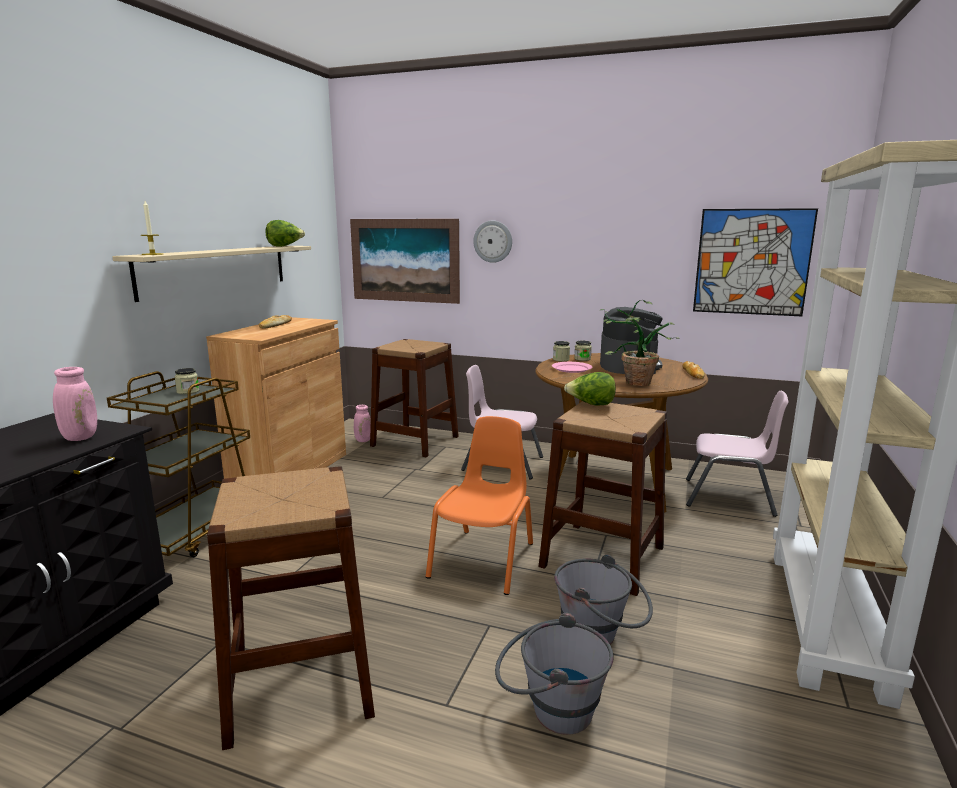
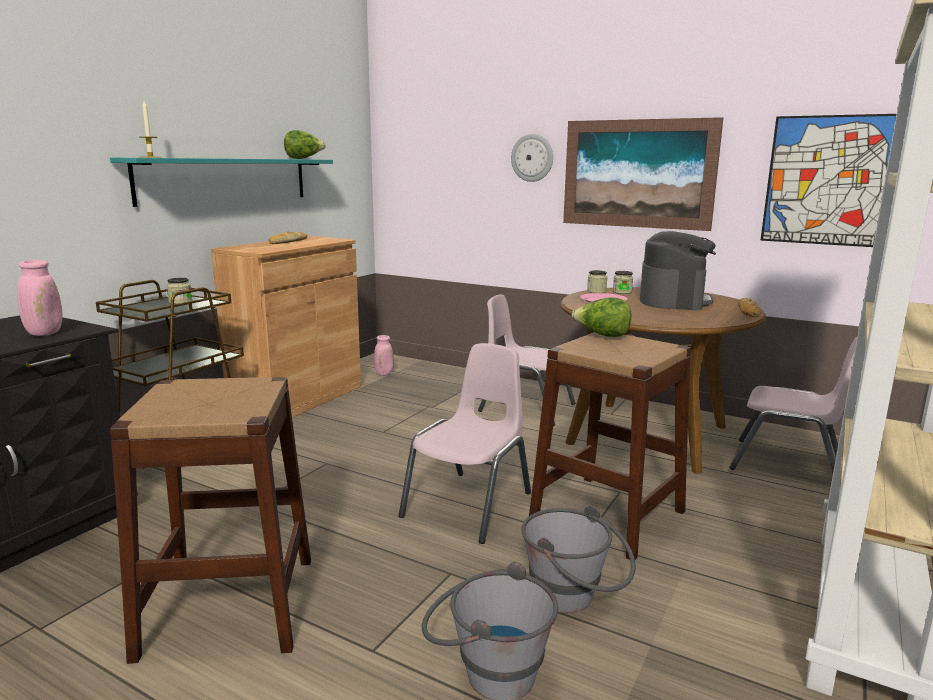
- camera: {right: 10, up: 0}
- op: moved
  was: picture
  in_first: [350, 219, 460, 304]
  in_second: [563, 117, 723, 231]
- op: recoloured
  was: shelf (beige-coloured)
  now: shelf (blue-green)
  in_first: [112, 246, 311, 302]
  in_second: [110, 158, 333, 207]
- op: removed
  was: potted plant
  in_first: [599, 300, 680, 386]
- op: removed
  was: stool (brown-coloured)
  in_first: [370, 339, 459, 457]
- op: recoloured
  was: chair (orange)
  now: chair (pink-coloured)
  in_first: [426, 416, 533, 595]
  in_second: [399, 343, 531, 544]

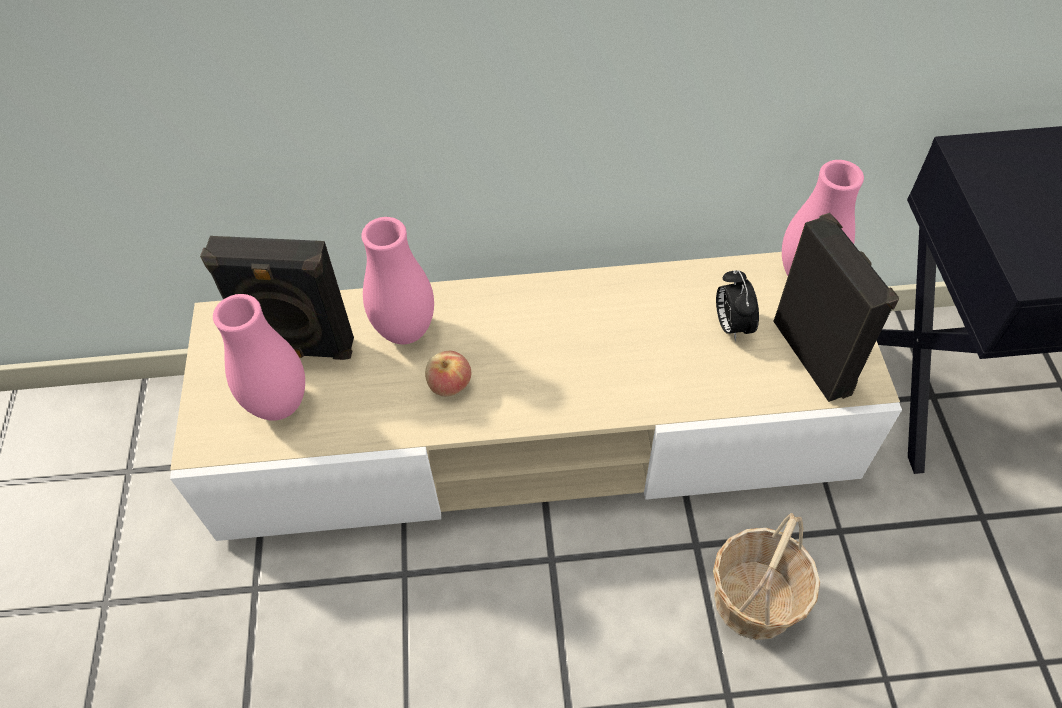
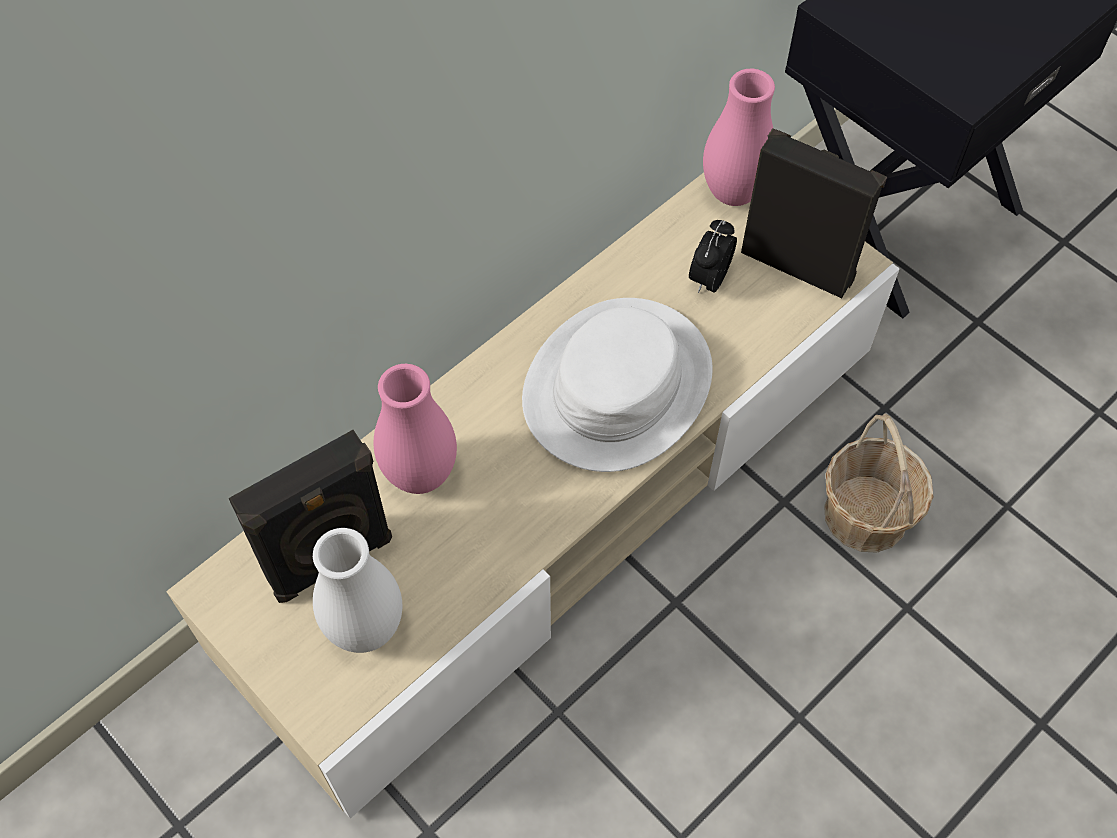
- camera: {right: -40, up: 5}
- op: turned
  was: table clock
  in_first: [716, 270, 759, 341]
  in_second: [689, 220, 737, 293]
  clockwise: 75
- op: recoloured
  was: vase (pink-coloured)
  now: vase (whitish)
  in_first: [213, 294, 305, 421]
  in_second: [313, 528, 402, 653]
- op: removed
  was: apple
  in_first: [425, 351, 471, 396]
- op: added
  now: clothing hat (whitish)
  in_second: [522, 298, 713, 472]

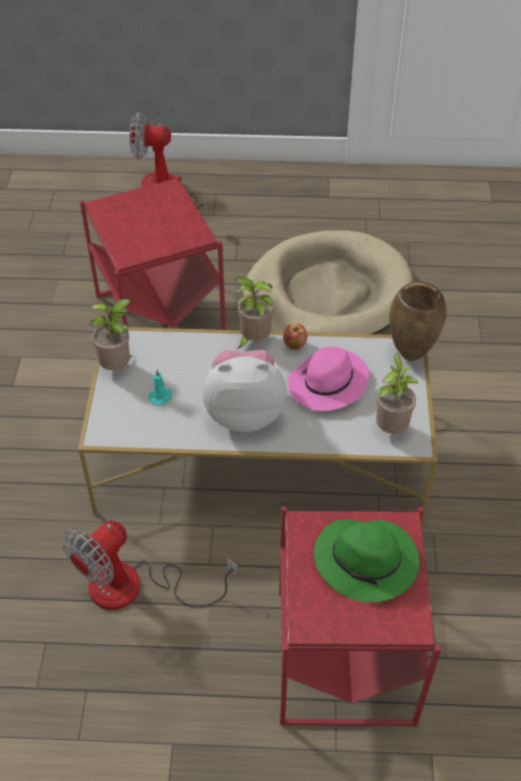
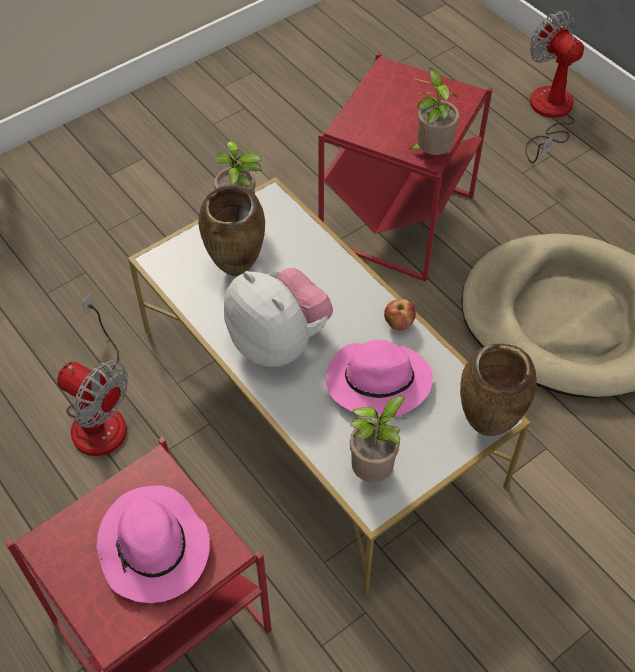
- camera: {right: 50, up: 5}
- op: moved
  was: potted plant
  in_first: [232, 277, 274, 349]
  in_second: [409, 68, 460, 155]
- op: replaced
  was: wax candle (blue-green)
  now: vase (brown-coloured)
  in_first: [148, 369, 172, 406]
  in_second: [198, 185, 265, 276]
- op: recoloured
  was: clothing hat (greenish)
  now: clothing hat (pink-coloured)
  in_first: [314, 519, 419, 603]
  in_second: [97, 485, 210, 603]
- op: turned
  was: fan
  in_first: [62, 520, 238, 610]
  in_second: [57, 293, 128, 456]
  clockwise: -150

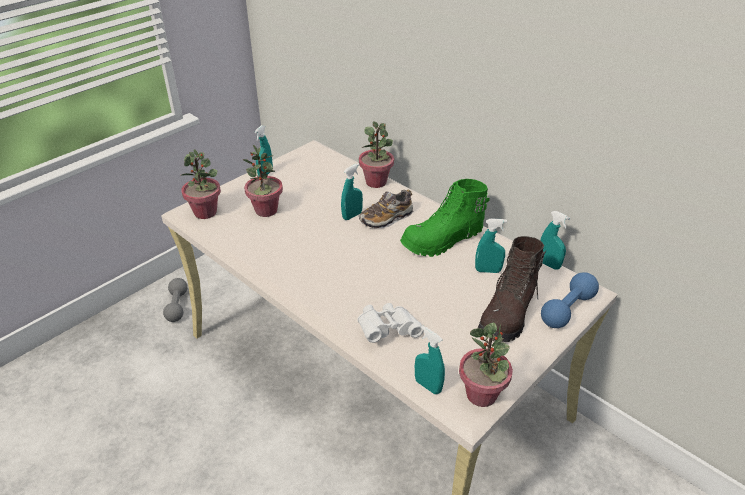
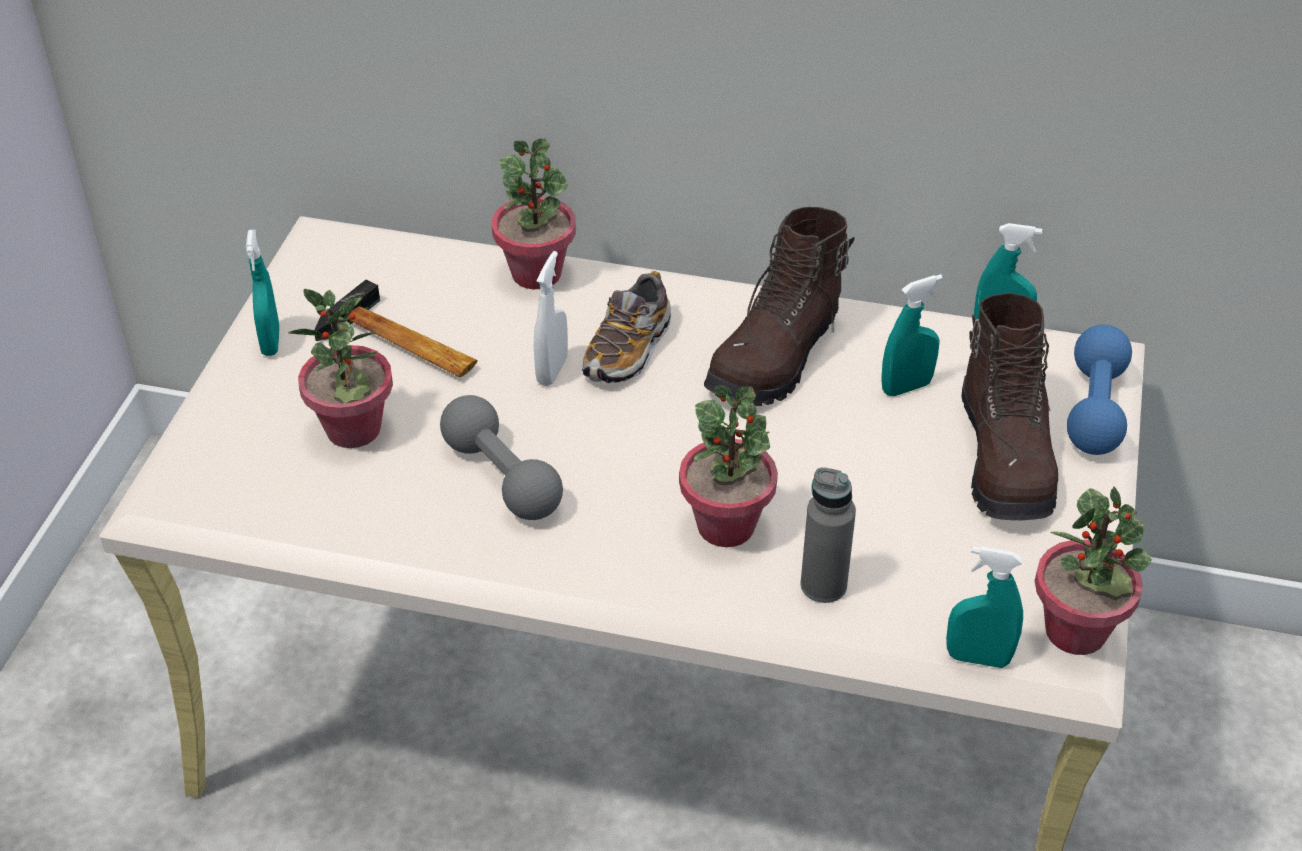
- camera: {right: -30, up: 5}
- op: moved
  was: potted plant
  in_first: [181, 149, 221, 219]
  in_second: [679, 385, 778, 547]
- op: recoloured
  was: hand sprayer (blue-green)
  now: hand sprayer (whitish)
  in_first: [341, 163, 363, 220]
  in_second: [534, 251, 568, 386]
- op: recoloured
  was: tall boot (greenish)
  now: tall boot (brown-coloured)
  in_first: [400, 179, 490, 257]
  in_second: [704, 207, 855, 406]
- op: moved
  was: hand weight (gray)
  in_first: [163, 278, 187, 322]
  in_second: [440, 395, 563, 520]
- op: replaced
  was: binoculars (whitish)
  now: bottle (gray)
  in_first: [357, 303, 424, 343]
  in_second: [800, 467, 856, 603]
- op: added
  now: tool hammer
  in_second: [314, 280, 478, 377]

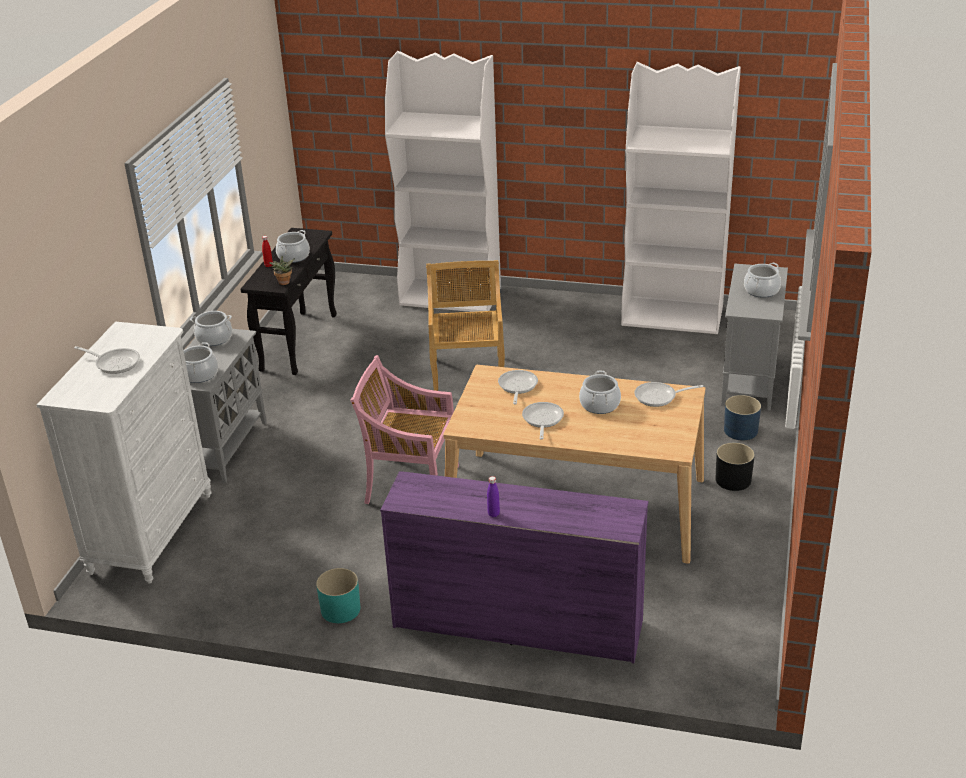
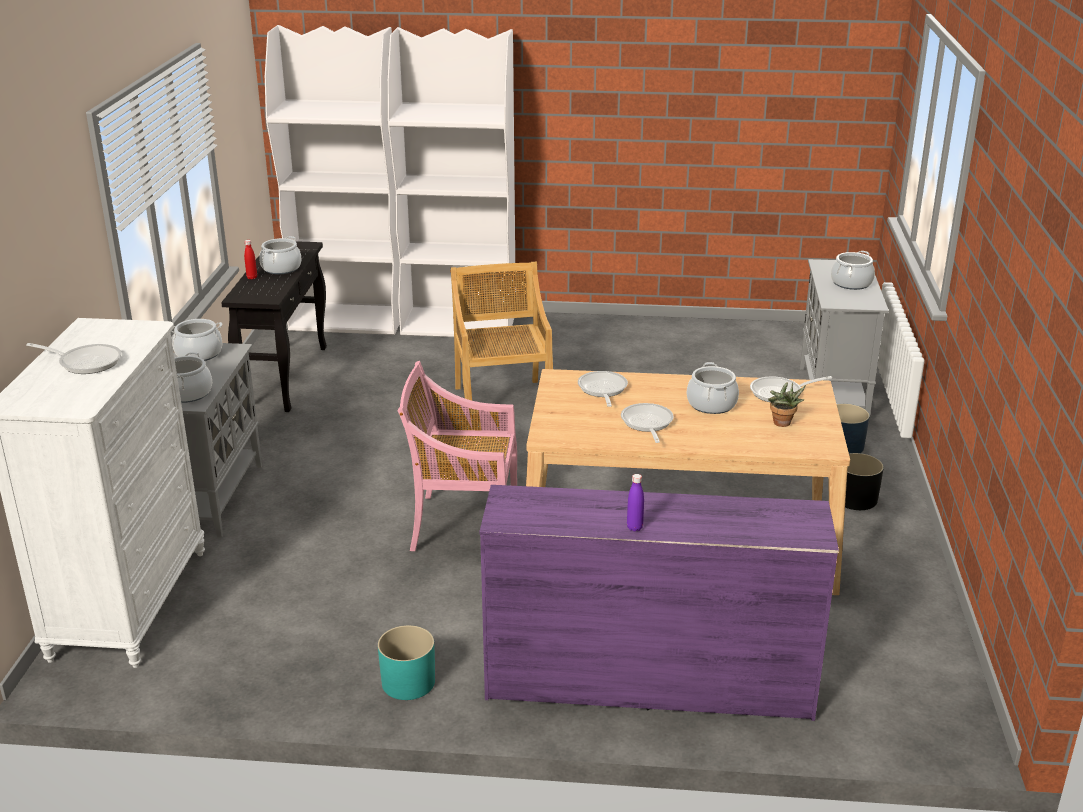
- camera: {right: -10, up: -5}
- op: moved
  was: shelving unit (whitish)
  in_first: [621, 62, 741, 334]
  in_second: [265, 25, 400, 335]
- op: moved
  was: potted plant
  in_first: [269, 256, 295, 285]
  in_second: [768, 382, 806, 427]

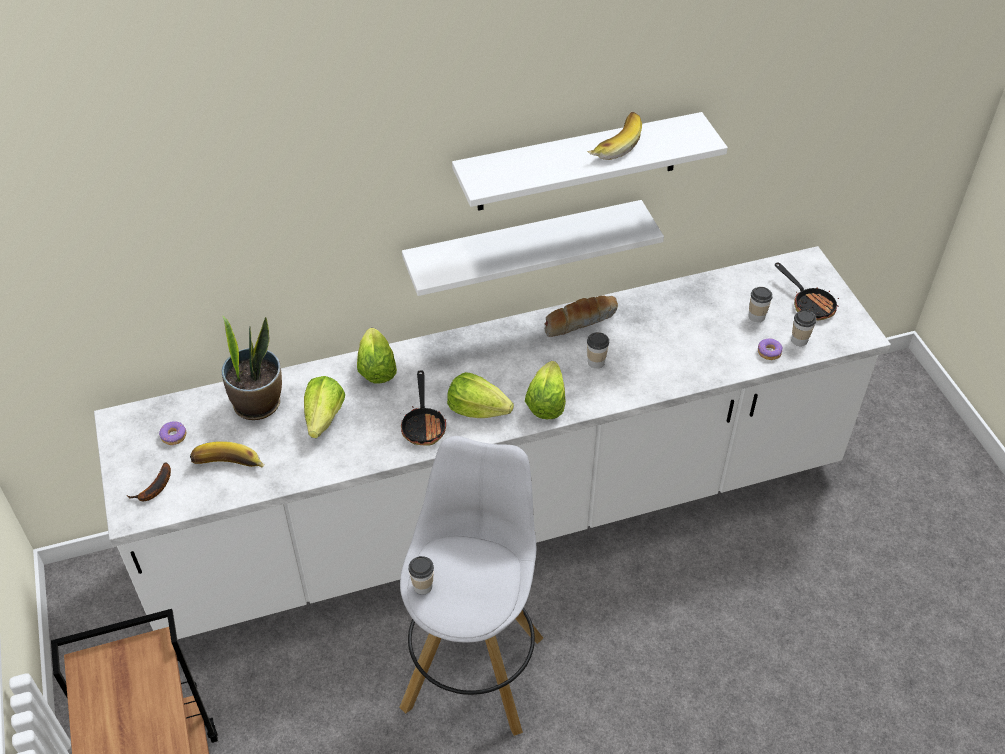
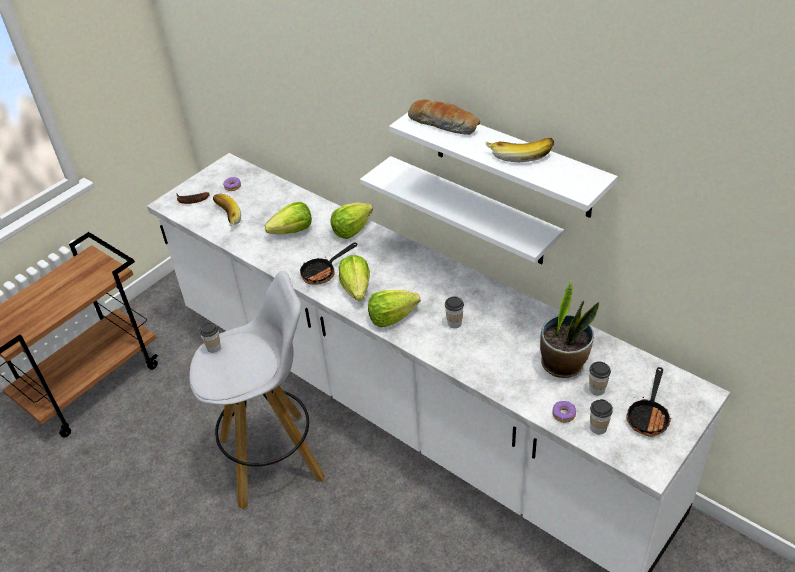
- camera: {right: 60, up: -5}
- op: moved
  was: bakery bread
  in_first: [545, 296, 618, 337]
  in_second: [408, 100, 480, 135]
- op: moved
  was: potted plant
  in_first: [222, 315, 282, 420]
  in_second: [540, 279, 599, 378]

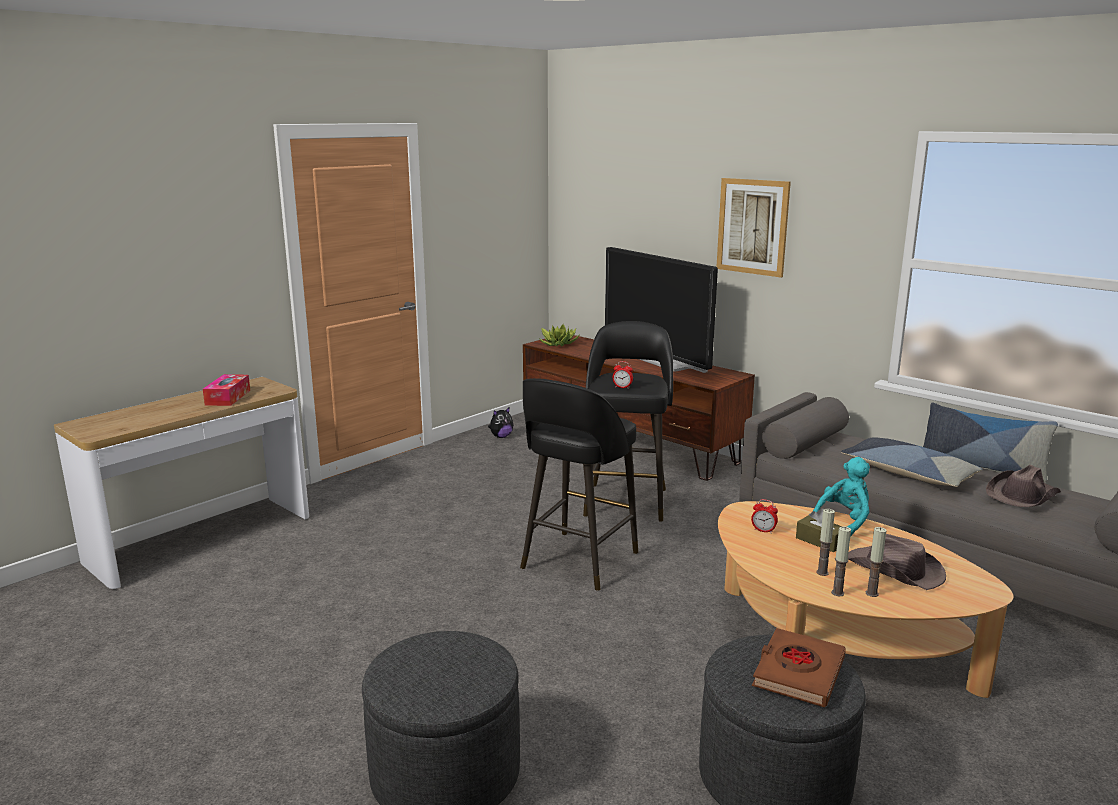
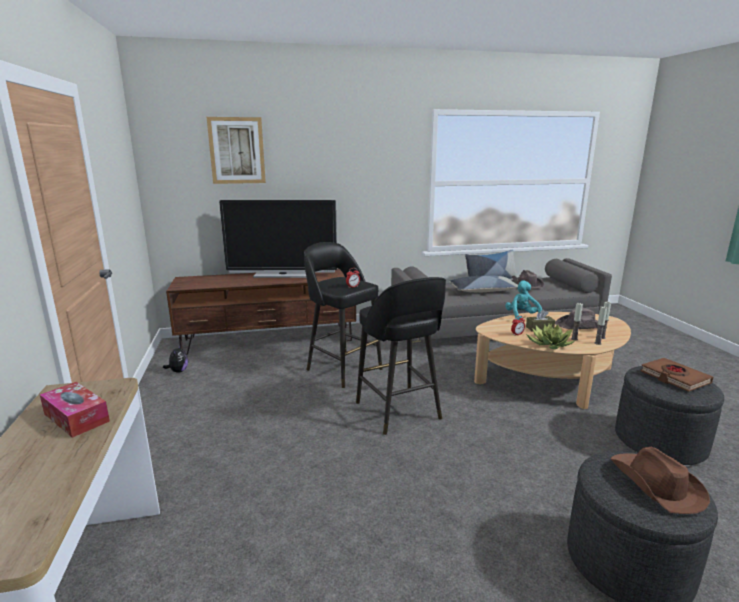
- camera: {right: -55, up: 0}
- op: moved
  was: picture
  in_first: [717, 178, 791, 277]
  in_second: [207, 117, 266, 184]
- op: moved
  was: potted plant
  in_first: [539, 324, 579, 346]
  in_second: [526, 324, 575, 349]
- op: added
  now: clothing hat (brown-coloured)
  in_second: [611, 447, 710, 514]

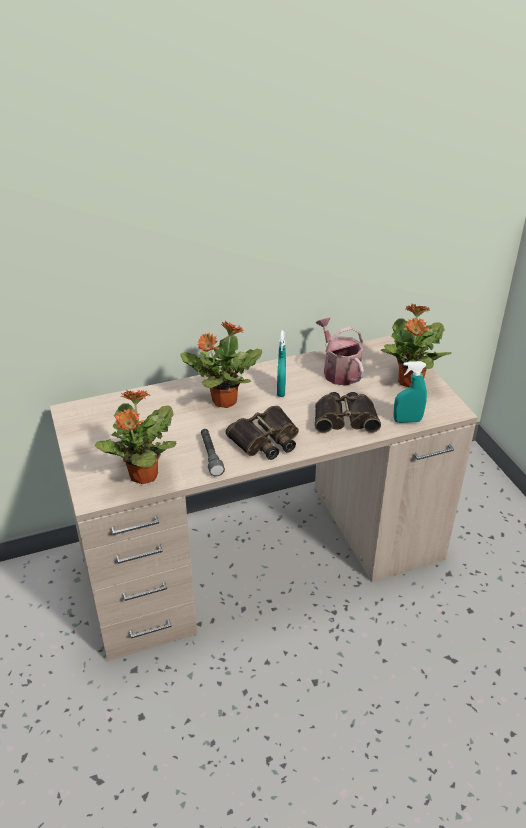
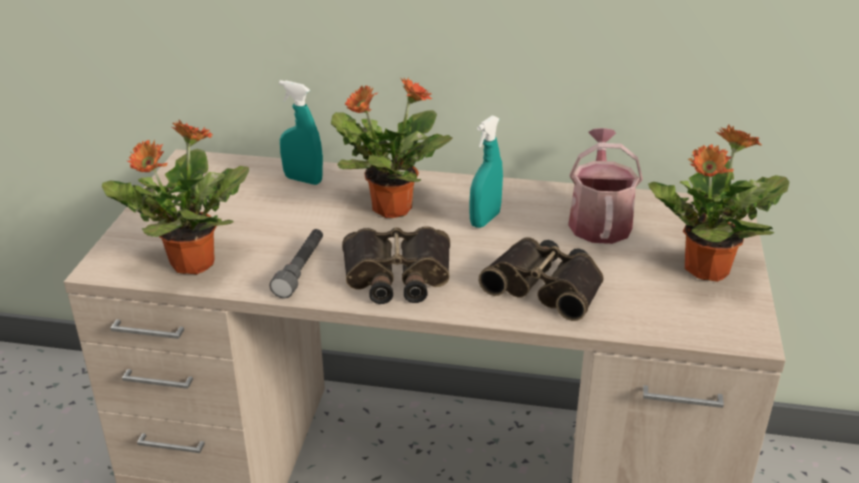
- camera: {right: 30, up: -5}
- op: moved
  was: hand sprayer (blue-green)
  in_first: [393, 361, 427, 423]
  in_second: [279, 80, 323, 185]

